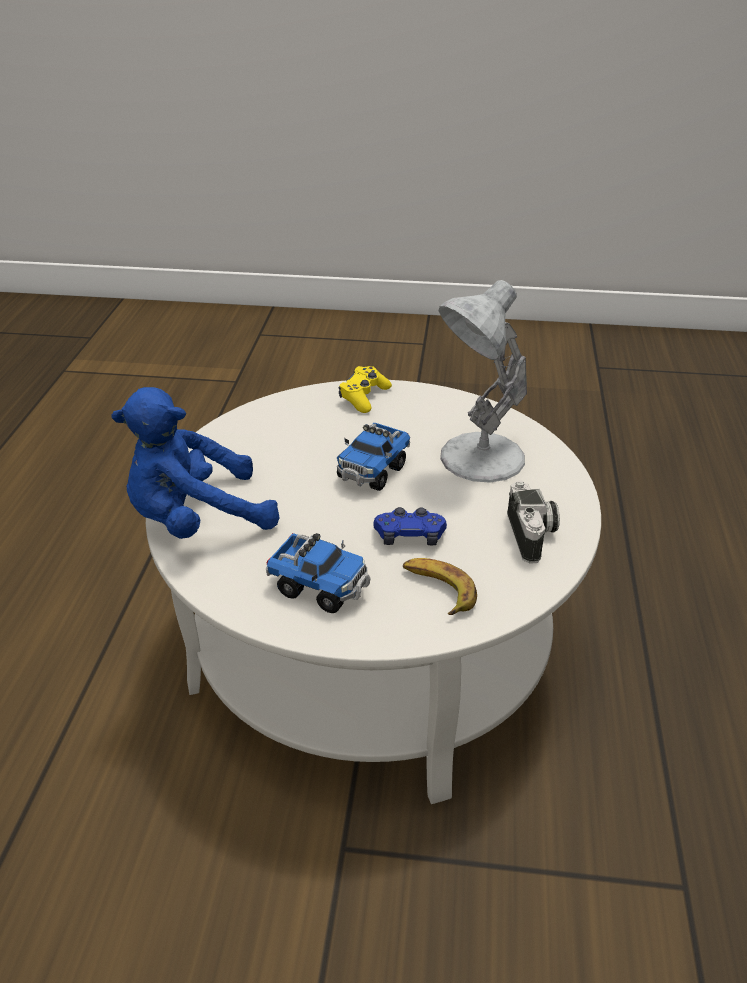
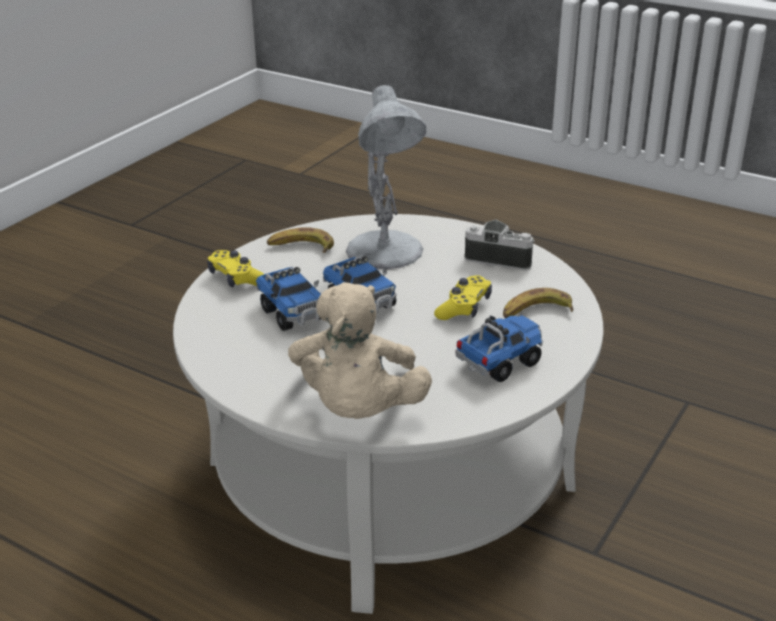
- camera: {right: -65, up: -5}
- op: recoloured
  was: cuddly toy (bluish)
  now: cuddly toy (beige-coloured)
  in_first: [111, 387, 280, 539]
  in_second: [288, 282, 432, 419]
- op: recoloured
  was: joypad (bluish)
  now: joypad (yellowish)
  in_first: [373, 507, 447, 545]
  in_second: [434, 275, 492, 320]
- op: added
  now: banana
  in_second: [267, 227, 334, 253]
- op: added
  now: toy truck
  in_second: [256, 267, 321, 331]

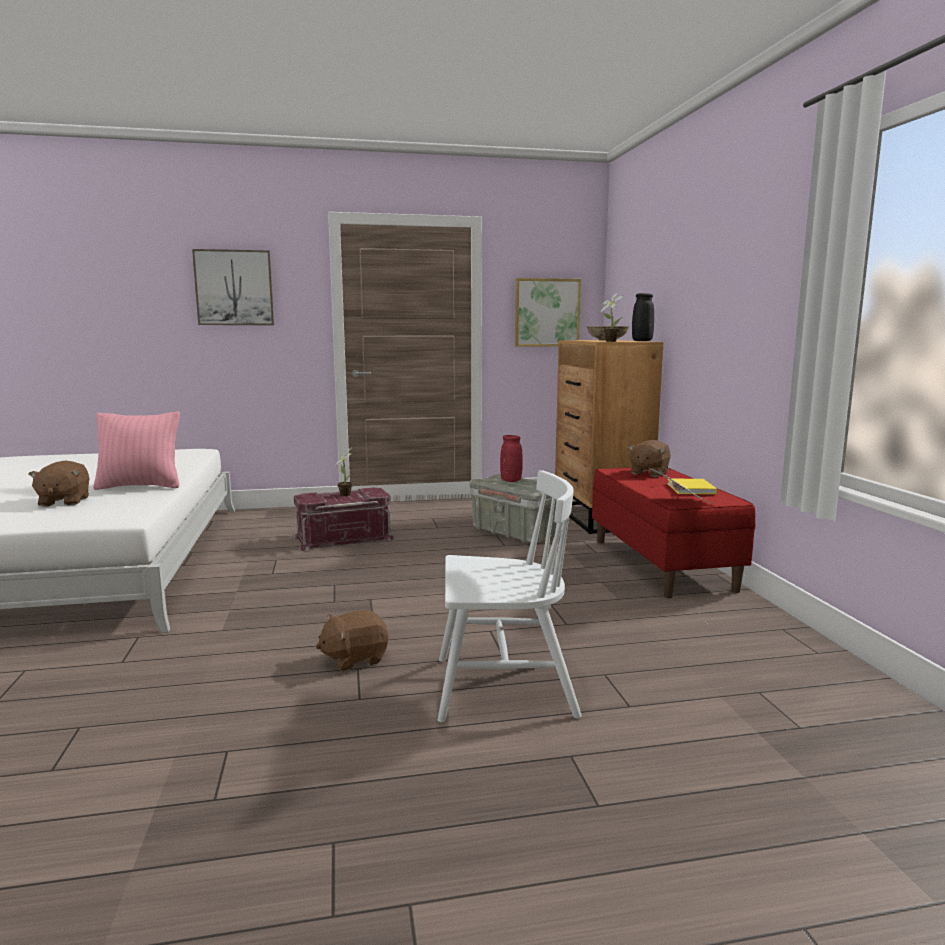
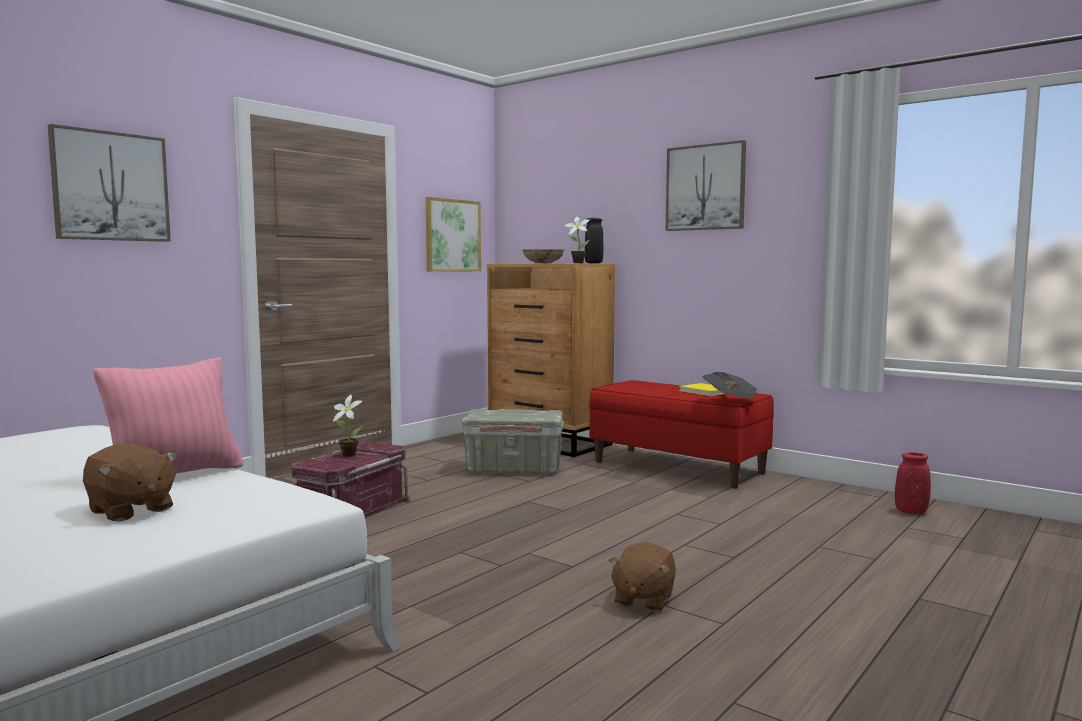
- camera: {right: -40, up: -5}
- op: moved
  was: vase (reddish)
  in_first: [500, 435, 523, 482]
  in_second: [895, 452, 931, 514]
- op: removed
  was: cuddly toy (brown-coloured)
  in_first: [628, 440, 671, 477]
- op: removed
  was: chair (whitish)
  in_first: [438, 470, 582, 723]
- op: added
  now: picture
  in_second: [666, 140, 746, 231]

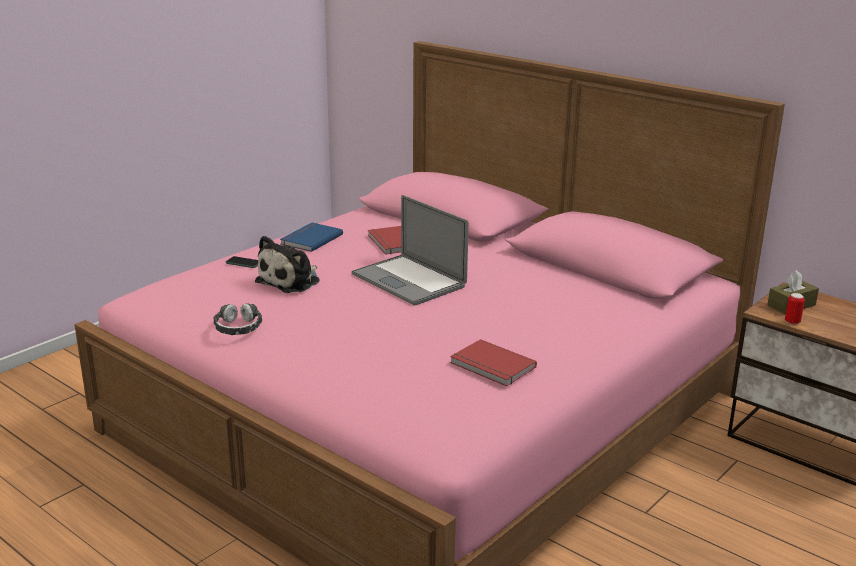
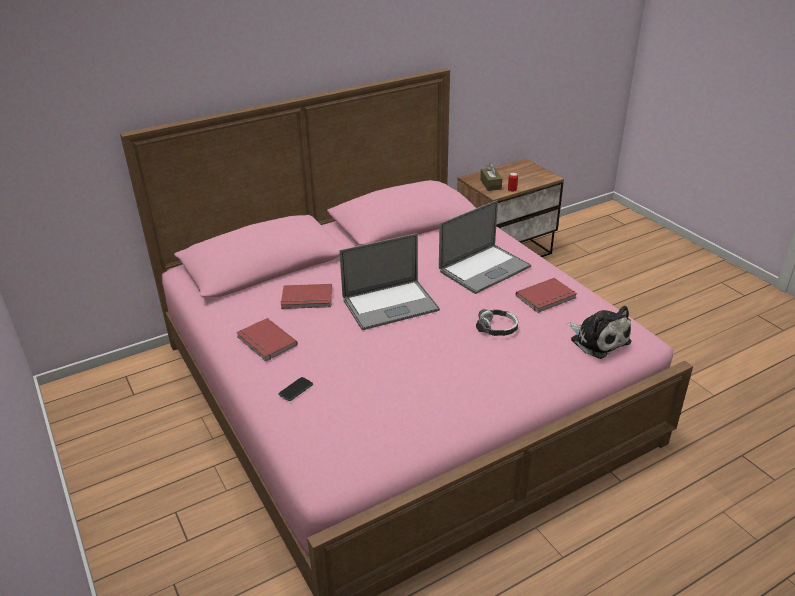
- camera: {right: -70, up: 10}
- op: recoloured
  was: book (bluish)
  now: book (reddish)
  in_first: [280, 223, 343, 252]
  in_second: [236, 318, 298, 361]
- op: moved
  was: cuddly toy
  in_first: [255, 236, 320, 293]
  in_second: [566, 306, 631, 359]
- op: moved
  was: headphones
  in_first: [213, 303, 262, 335]
  in_second: [476, 309, 518, 336]
- op: added
  now: notebook computer
  in_second: [439, 200, 531, 294]

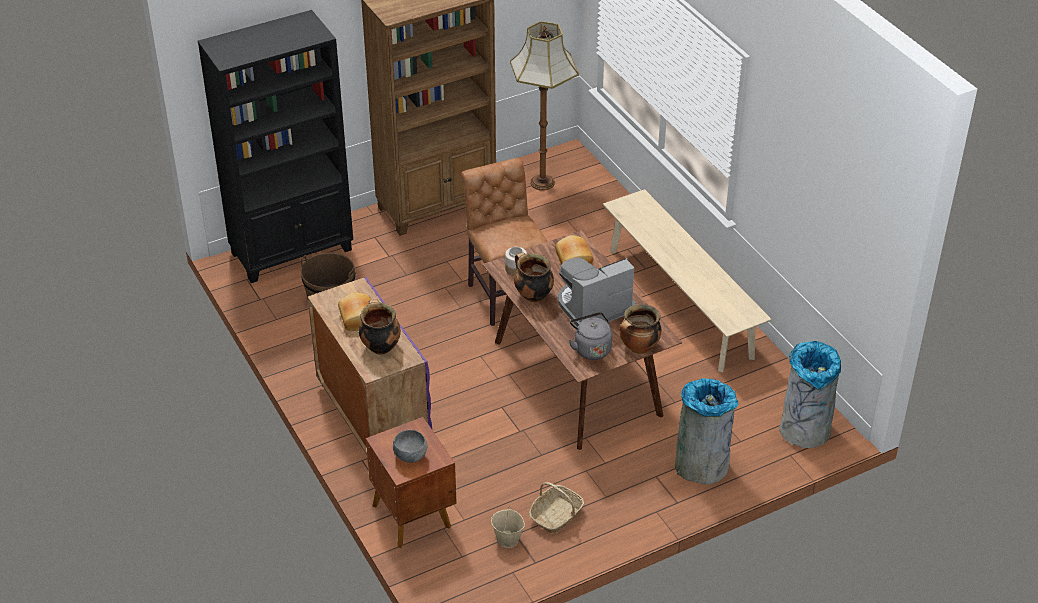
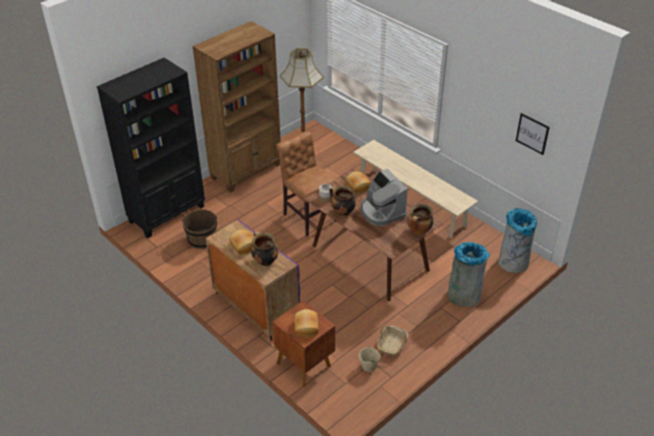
- camera: {right: -15, up: 0}
- op: turned
  was: coffee maker
  in_first: [558, 258, 636, 327]
  in_second: [361, 169, 407, 226]
  clockwise: -75
- op: removed
  was: kettle (gray)
  in_first: [569, 312, 612, 360]
- op: replaced
  was: deep dish (gray)
  now: bakery bread
  in_first: [393, 430, 427, 463]
  in_second: [294, 309, 319, 337]
- op: added
  now: picture
  in_second: [516, 113, 550, 155]

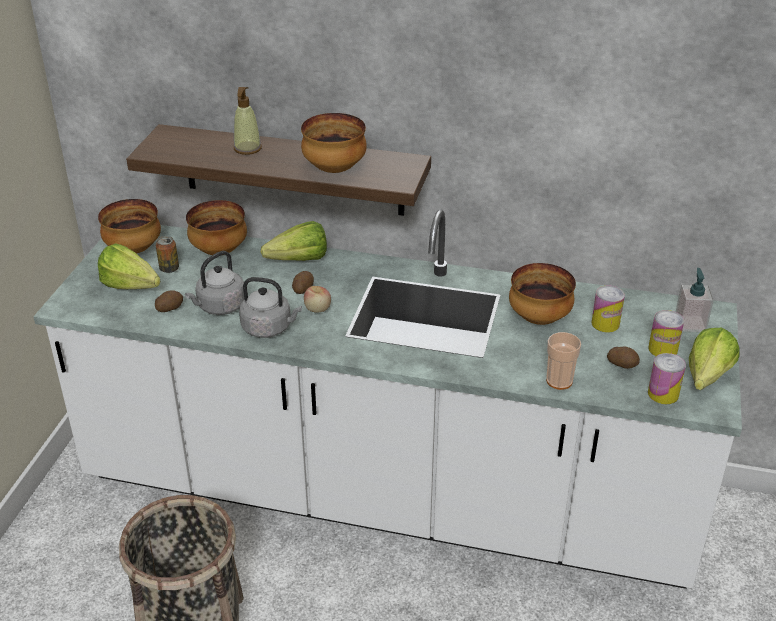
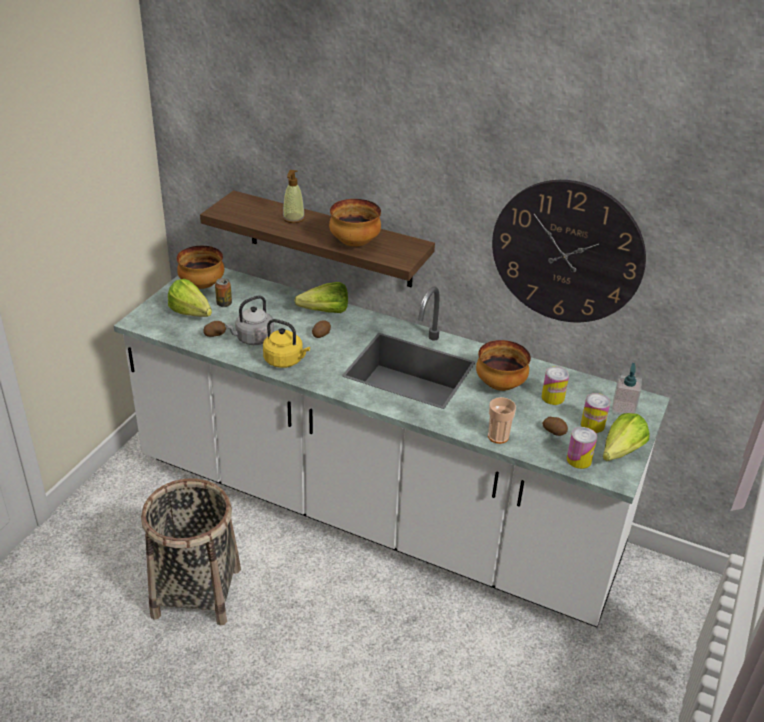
- camera: {right: 10, up: 0}
- op: removed
  was: deep dish
  in_first: [186, 200, 247, 255]
- op: recoloured
  was: kettle (gray)
  now: kettle (yellowish)
  in_first: [239, 277, 302, 338]
  in_second: [263, 319, 310, 368]
- op: removed
  was: apple
  in_first: [304, 286, 331, 313]
- op: added
  now: hanging clock
  in_second: [492, 180, 646, 322]

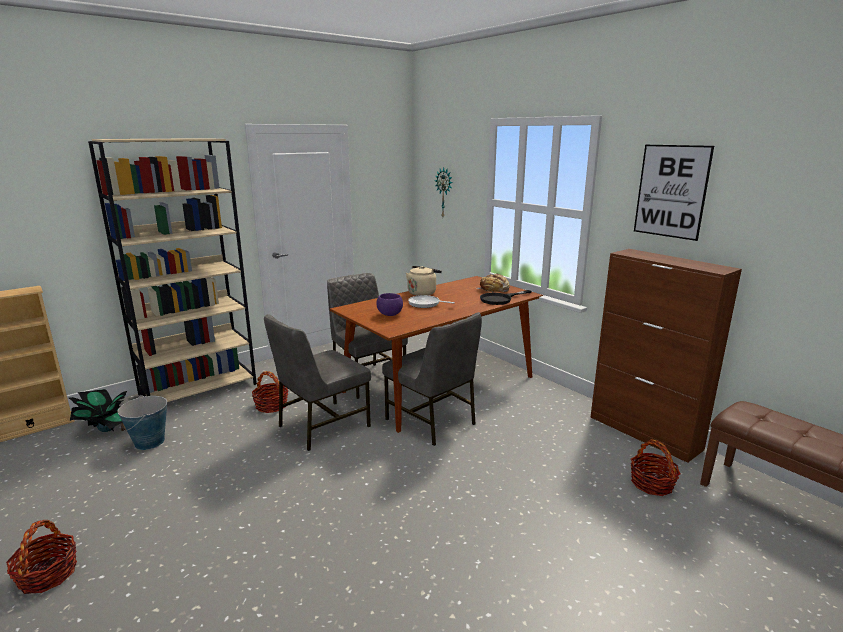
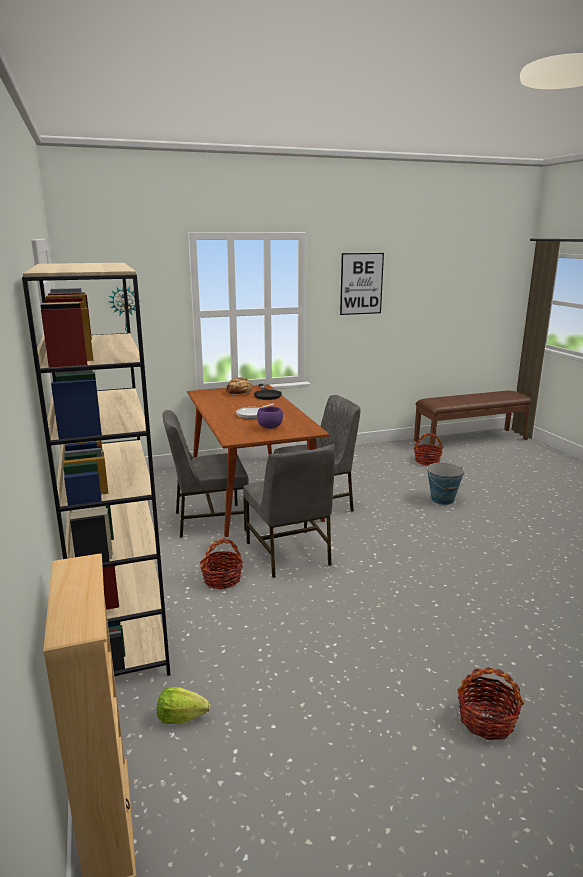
- camera: {right: -70, up: 0}
- op: removed
  was: storage cabinet (brown-coloured)
  in_first: [591, 249, 742, 463]
- op: removed
  was: kettle (beige-coloured)
  in_first: [406, 266, 442, 296]
- op: replaced
  was: potted plant
  now: lettuce
  in_first: [69, 389, 127, 432]
  in_second: [157, 687, 211, 724]
- op: moved
  was: pail
  in_first: [118, 395, 167, 450]
  in_second: [427, 463, 465, 505]

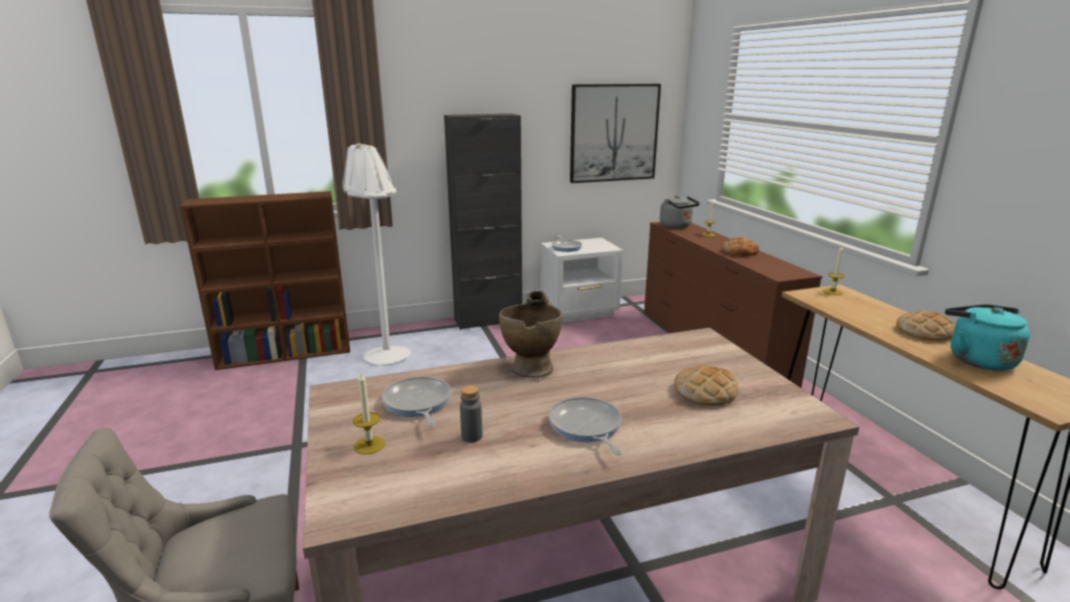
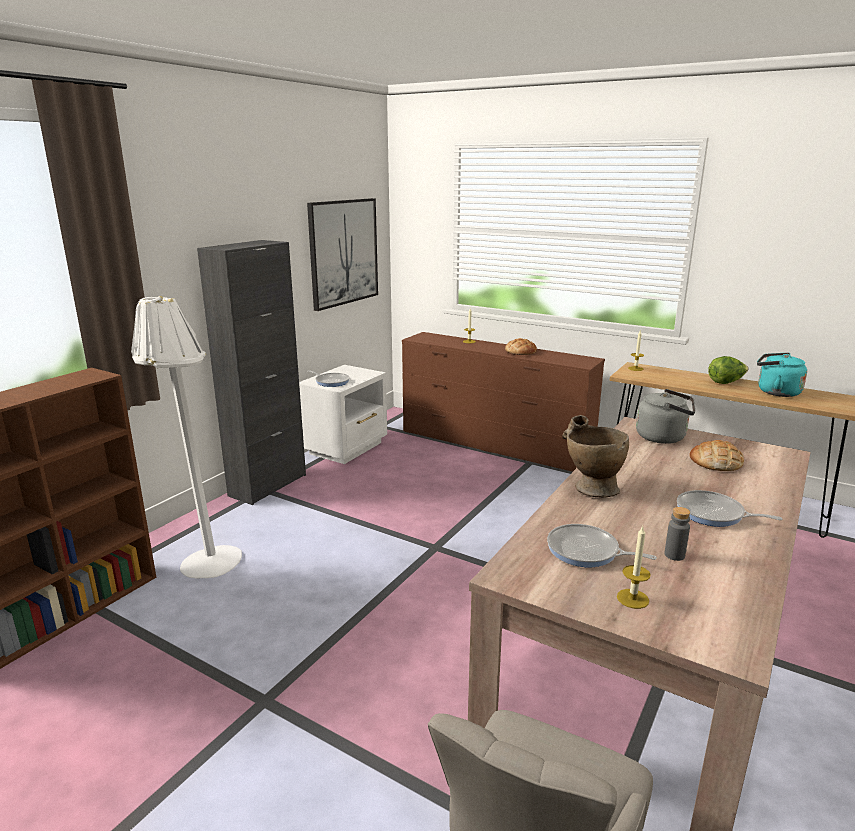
- camera: {right: -40, up: 0}
- op: moved
  was: kettle (gray)
  in_first: [660, 195, 700, 228]
  in_second: [636, 389, 695, 444]
- op: replaced
  was: bakery bread
  now: lettuce
  in_first: [897, 311, 955, 341]
  in_second: [708, 356, 749, 384]

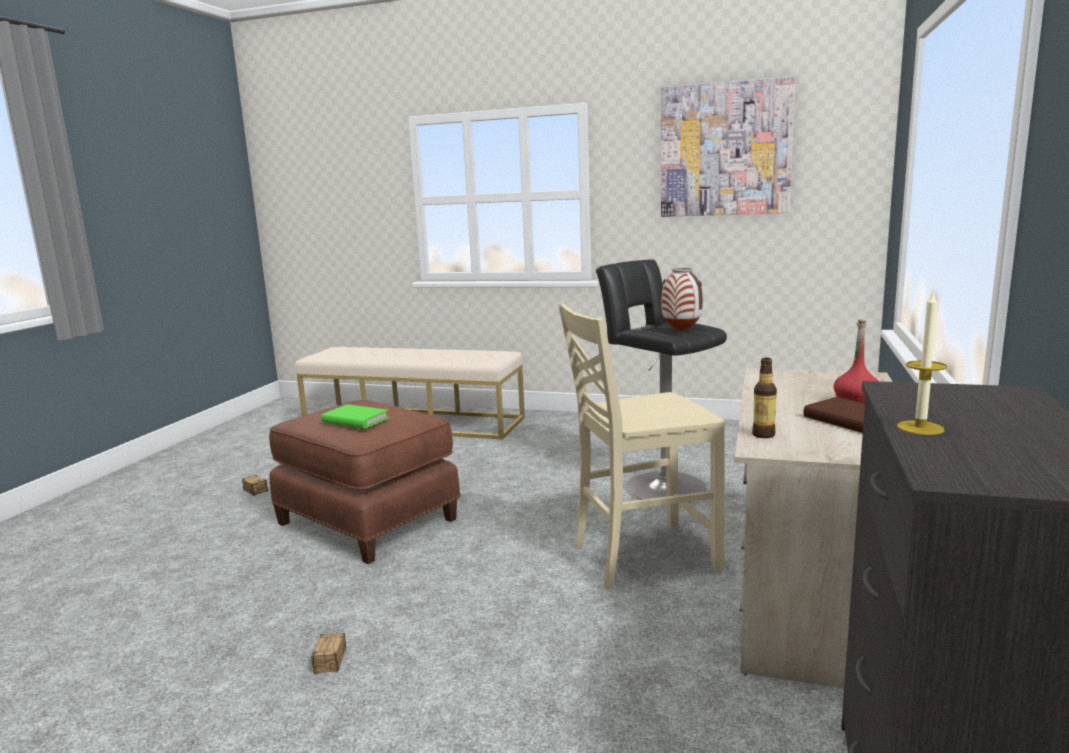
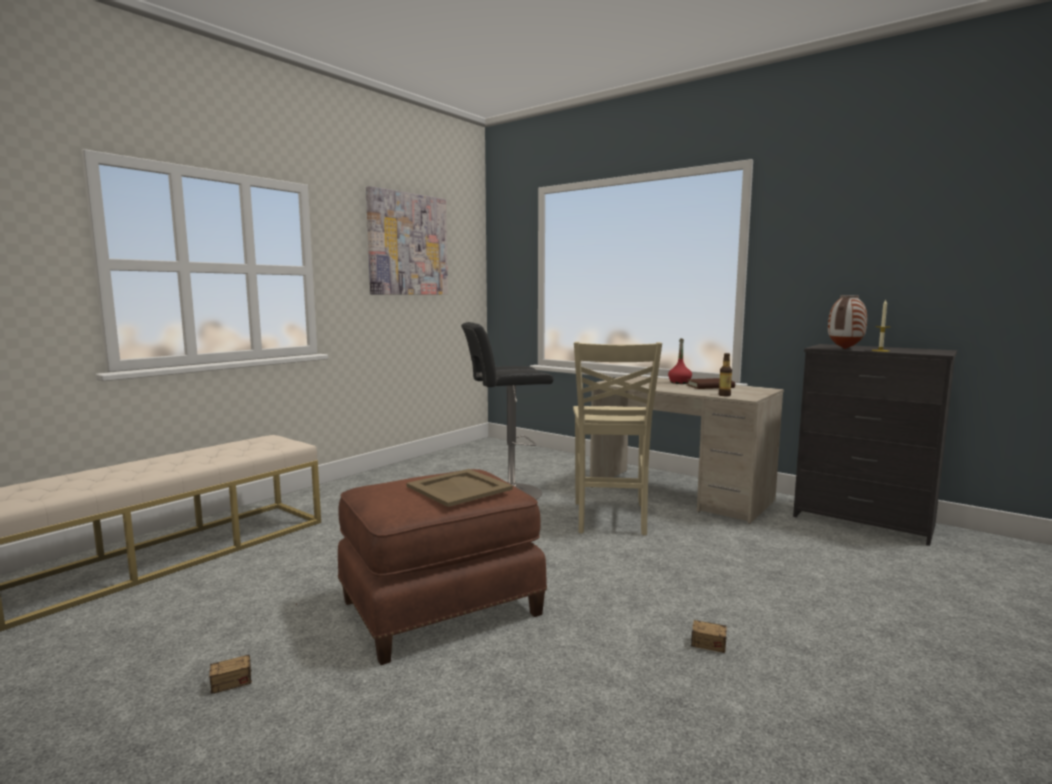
- camera: {right: -70, up: -5}
- op: moved
  was: vase
  in_first: [661, 268, 703, 331]
  in_second: [828, 295, 867, 349]
- op: replaced
  was: book (greenish)
  now: carrying tray (beige-coloured)
  in_first: [321, 404, 389, 429]
  in_second: [407, 469, 513, 507]

